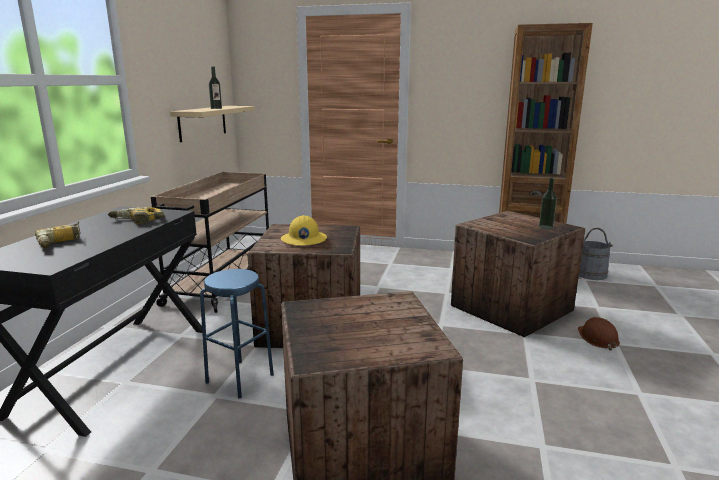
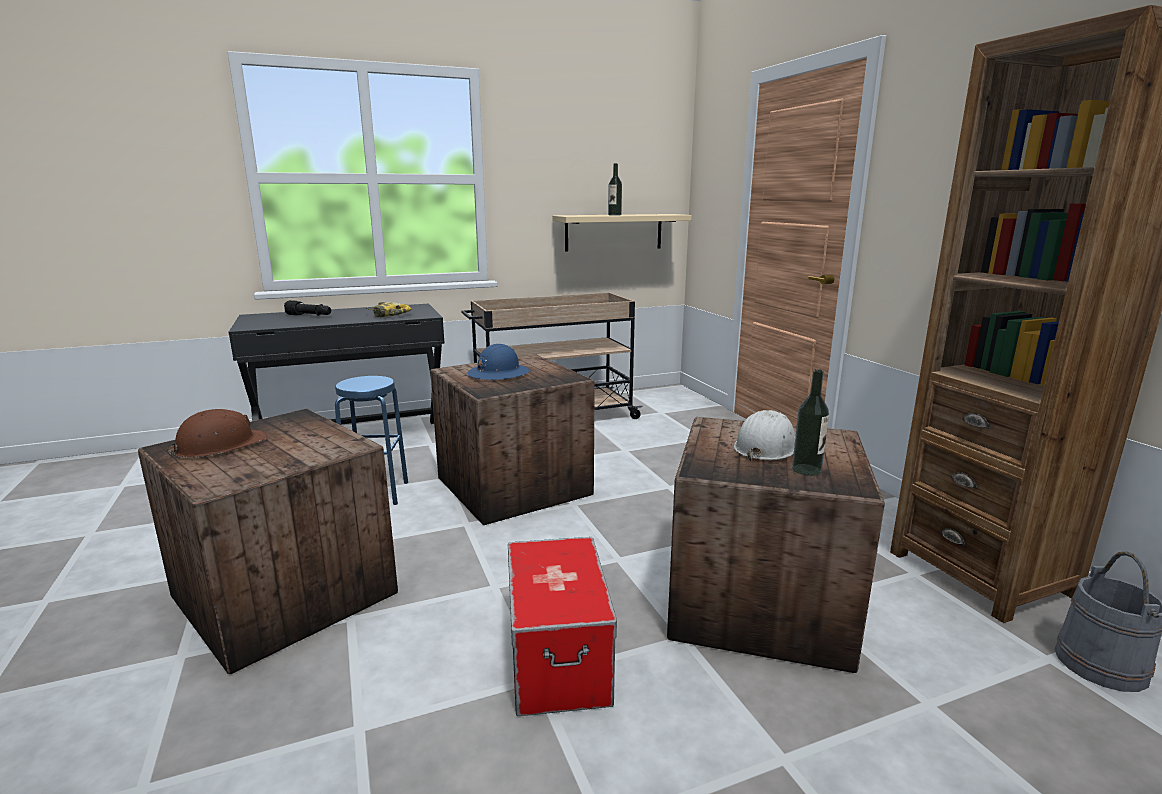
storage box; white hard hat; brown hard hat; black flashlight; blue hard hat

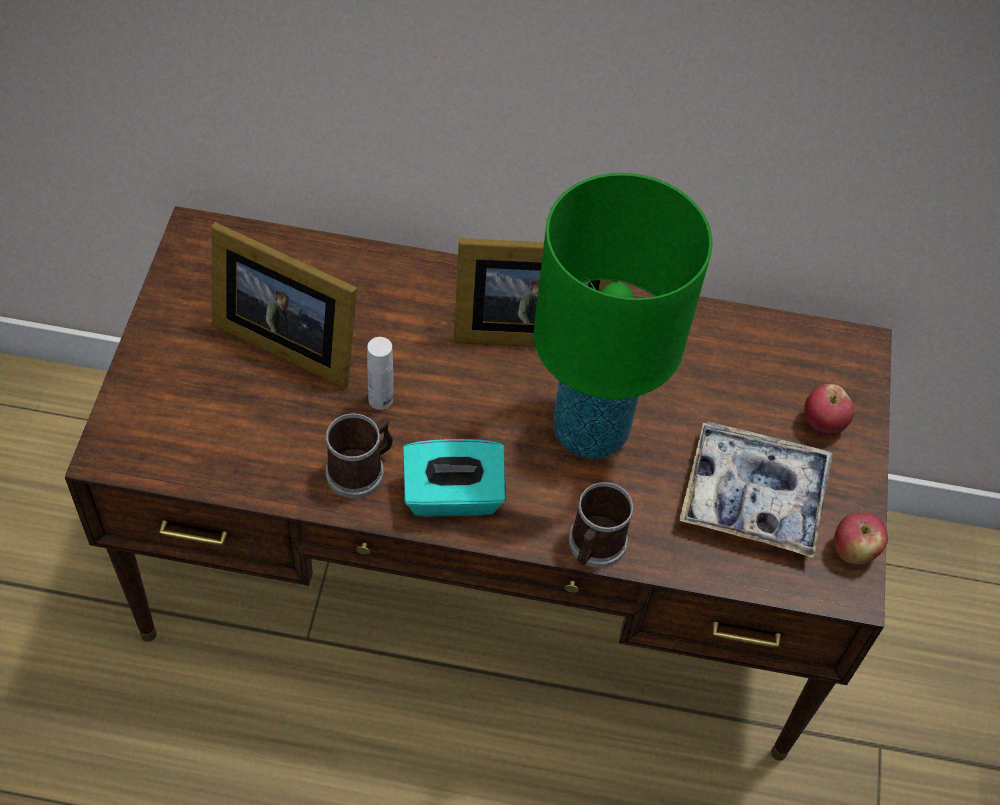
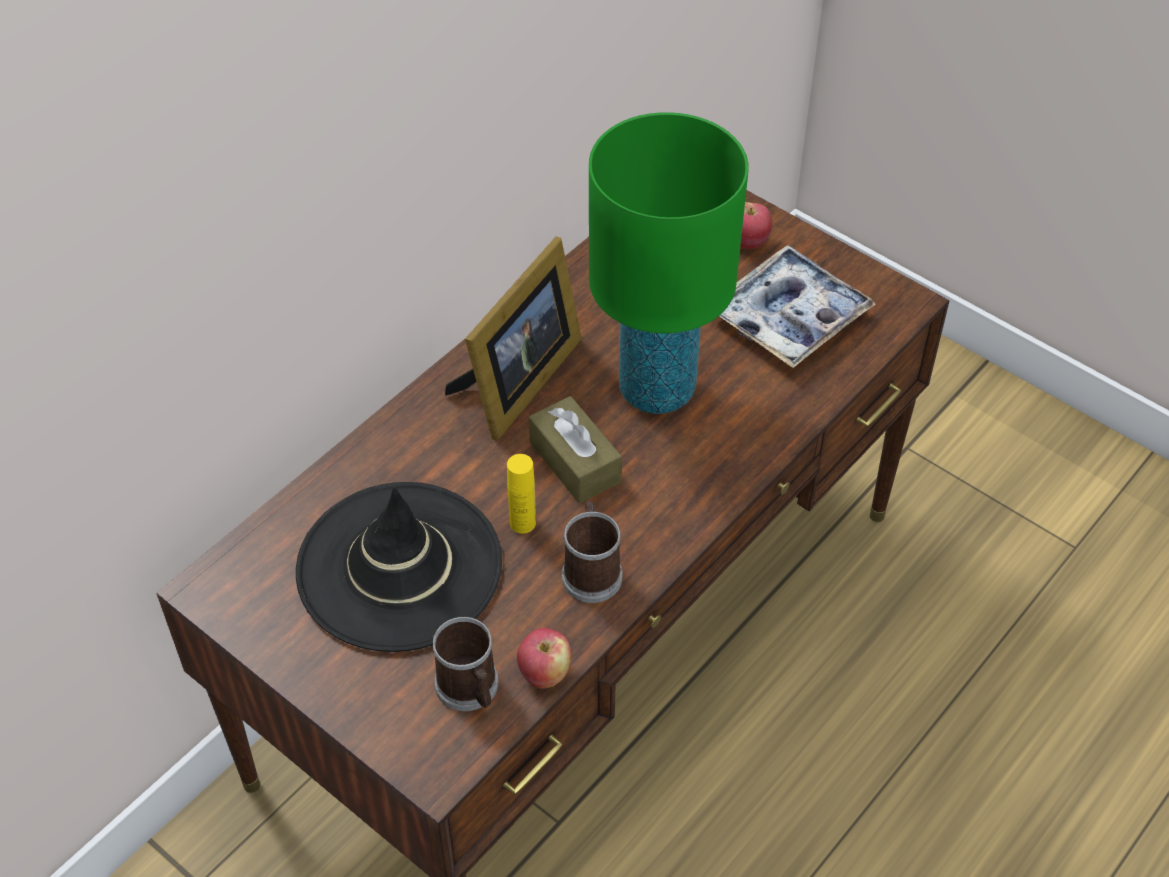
turquoise tissue box; brown tissue box; mug (no. 1 from left); apple (no. 1 from left); black hat; yellow bottle

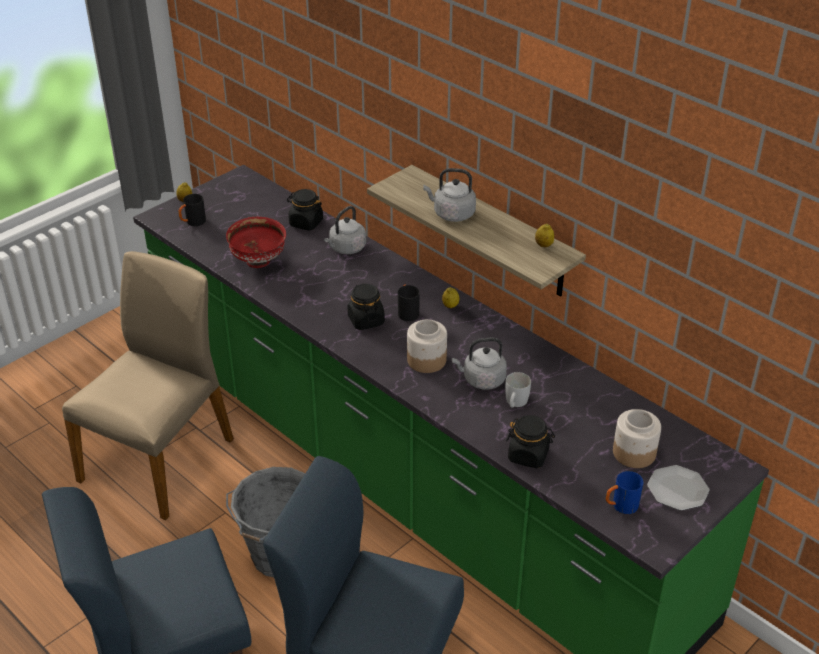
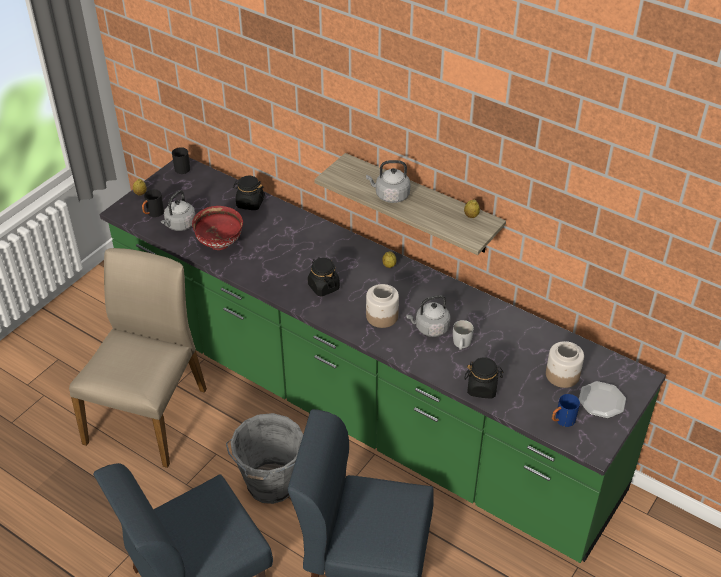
grey kettle (no. 1 from left); black mug (no. 2 from left)

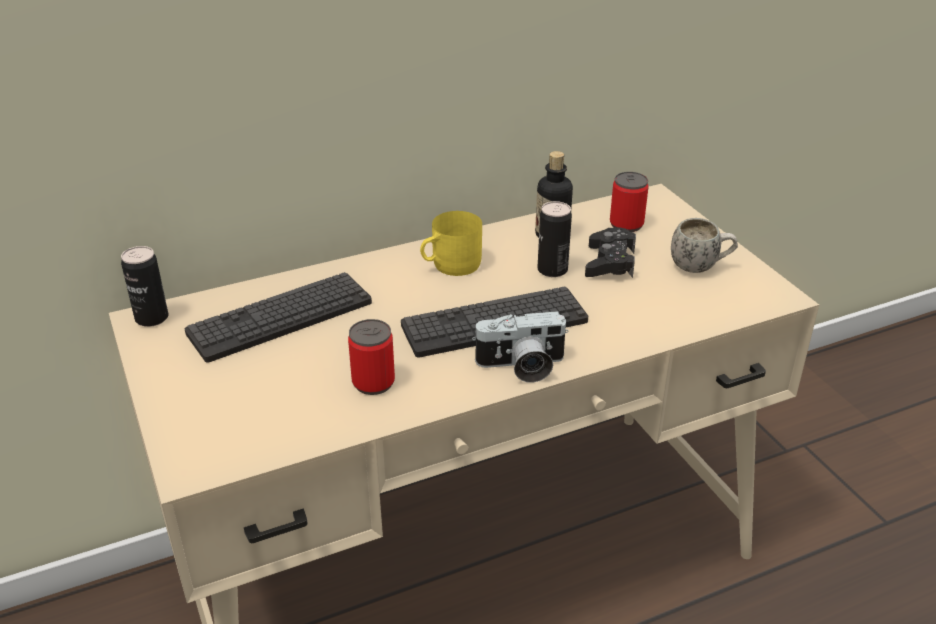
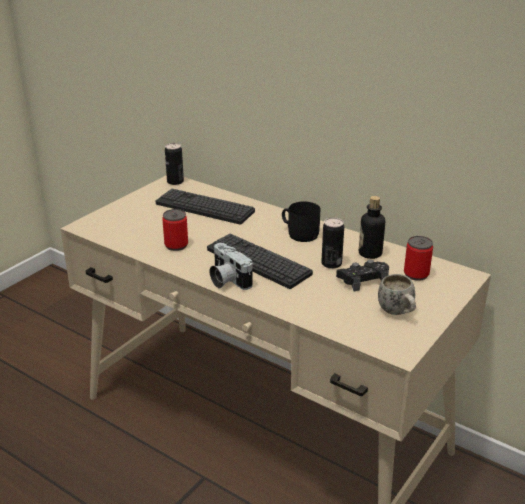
black mug

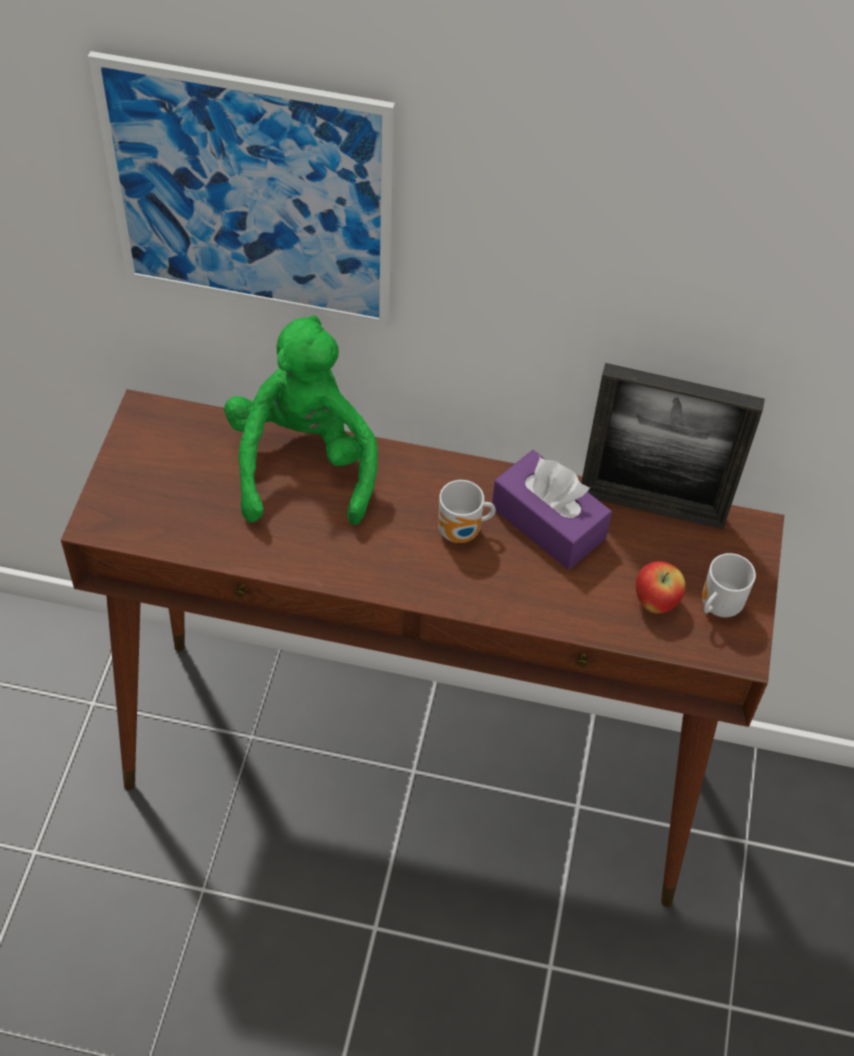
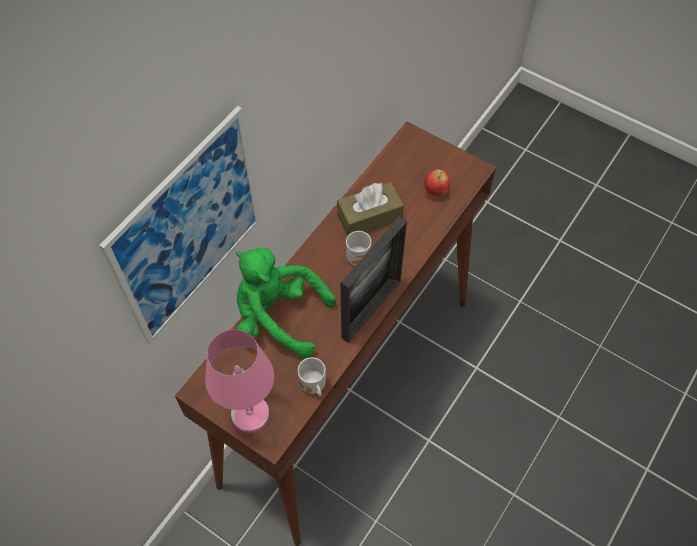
pink table lamp; picture frame; mug (no. 1 from left); brown tissue box

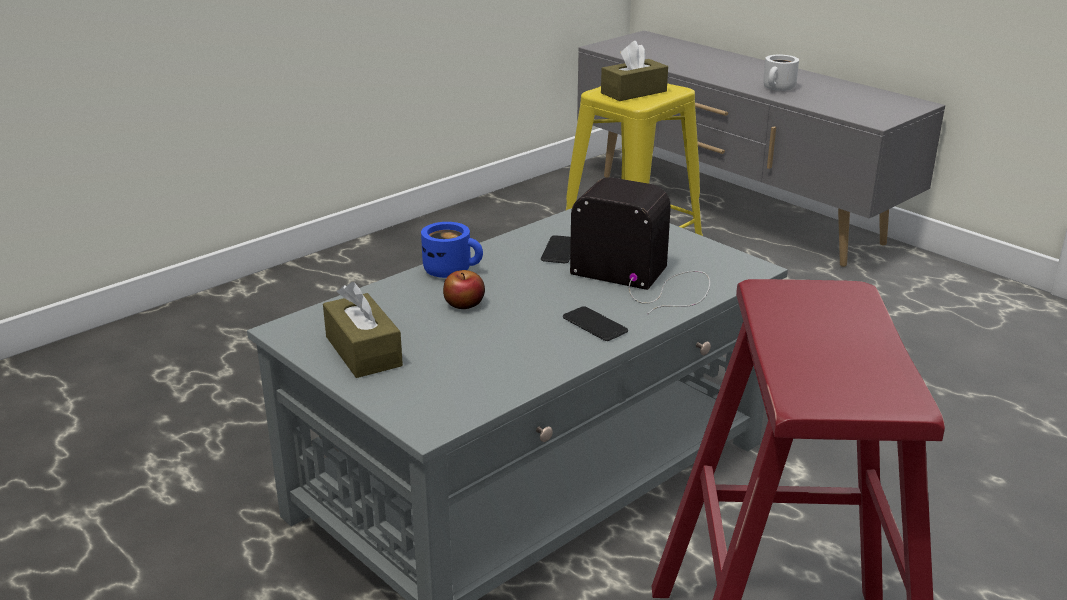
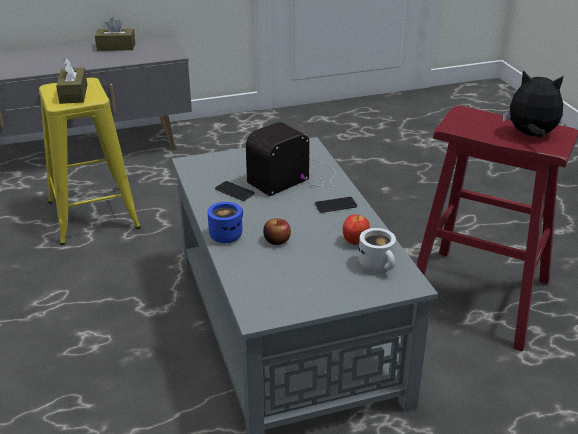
apple (no. 2 from left); plush toy; brown tissue box (no. 2 from left); white mug

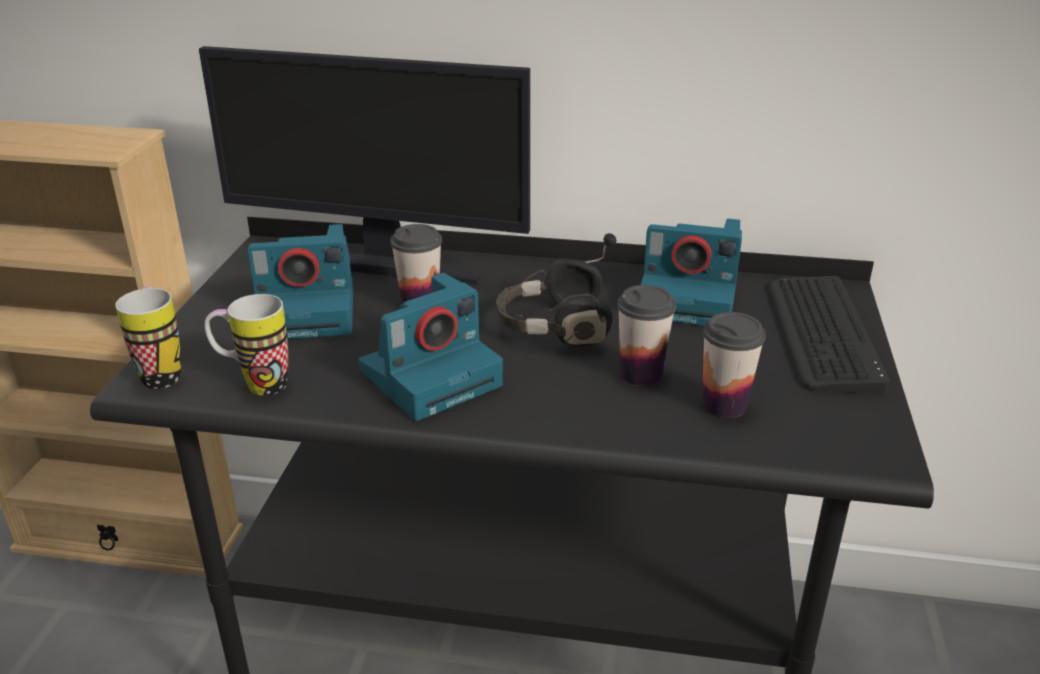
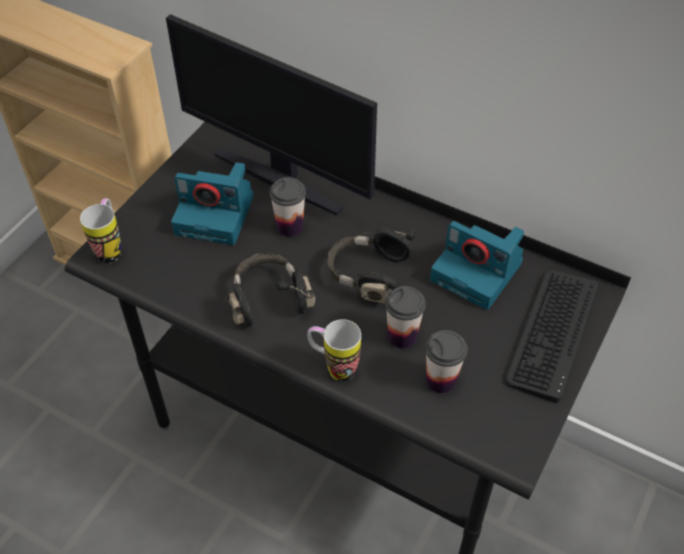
mug (no. 2 from left); black headphones (no. 1 from left)

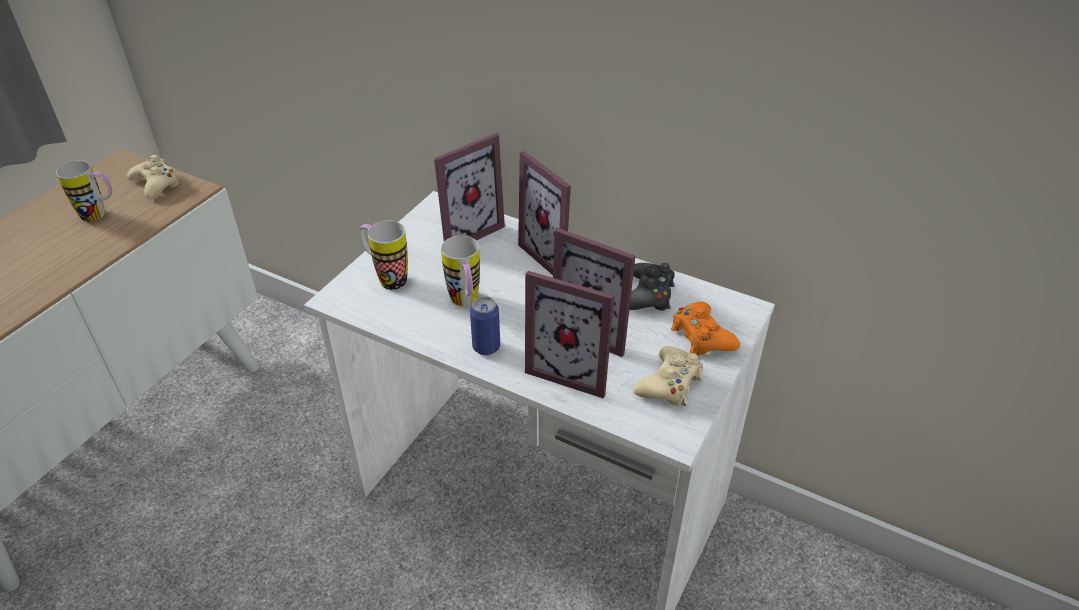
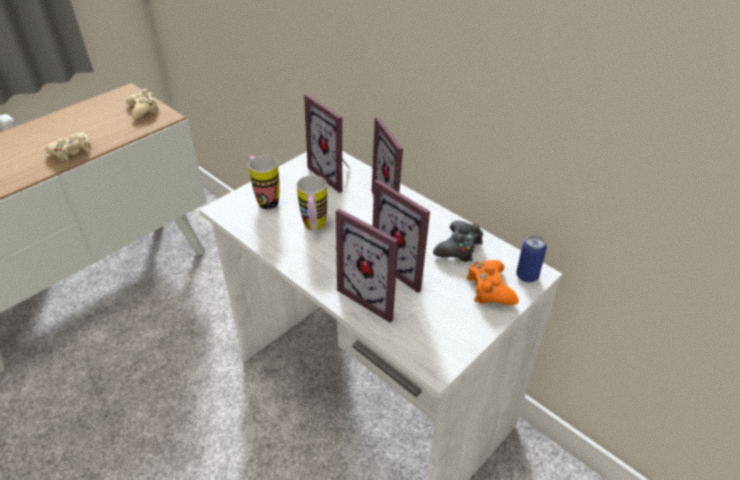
mug (no. 1 from left in the first image); can; beige game controller (no. 1 from left); picture frame (no. 1 from left)

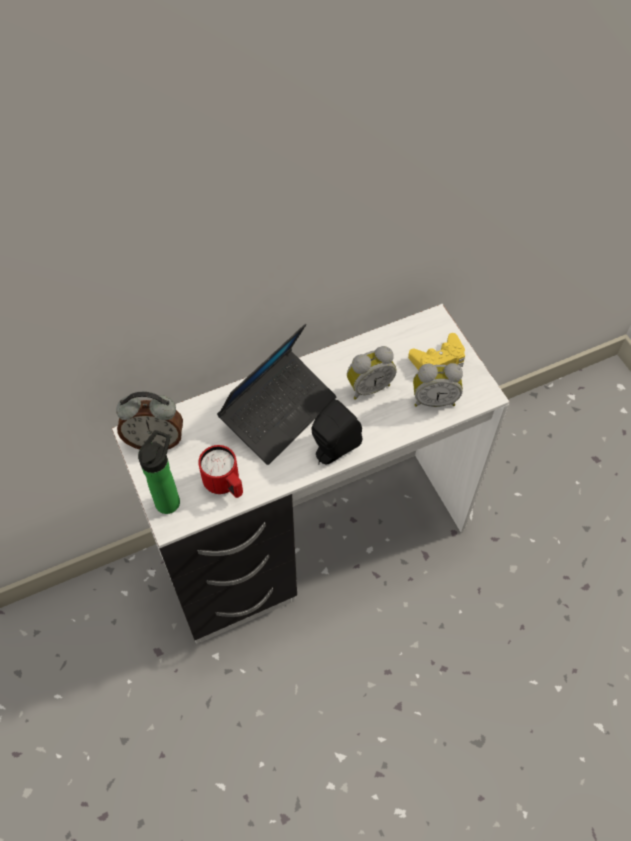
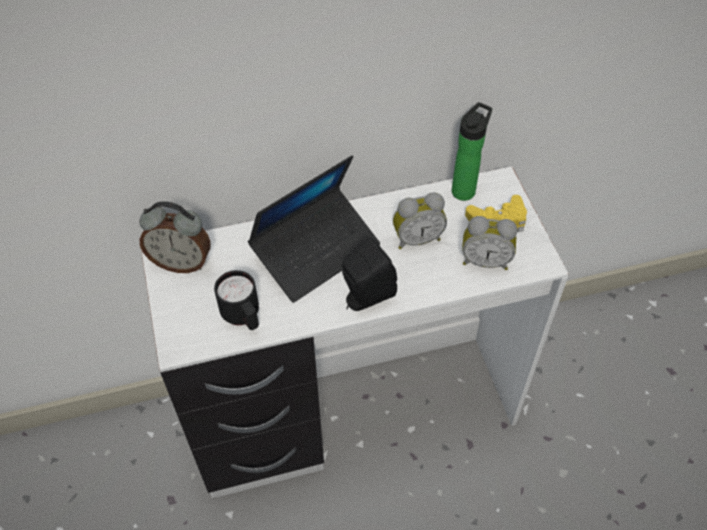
bottle; black mug

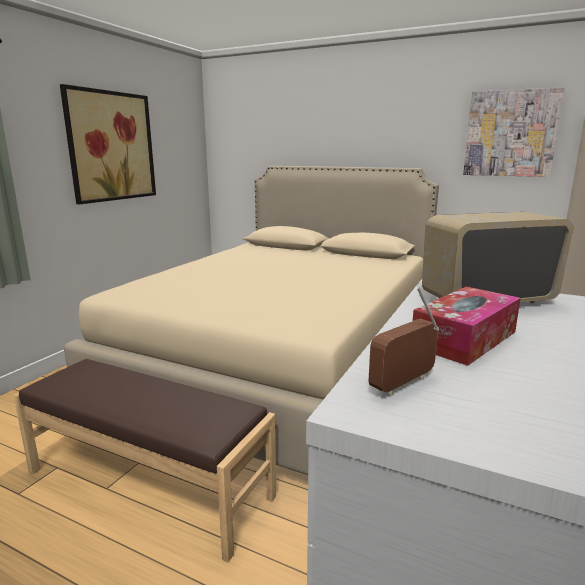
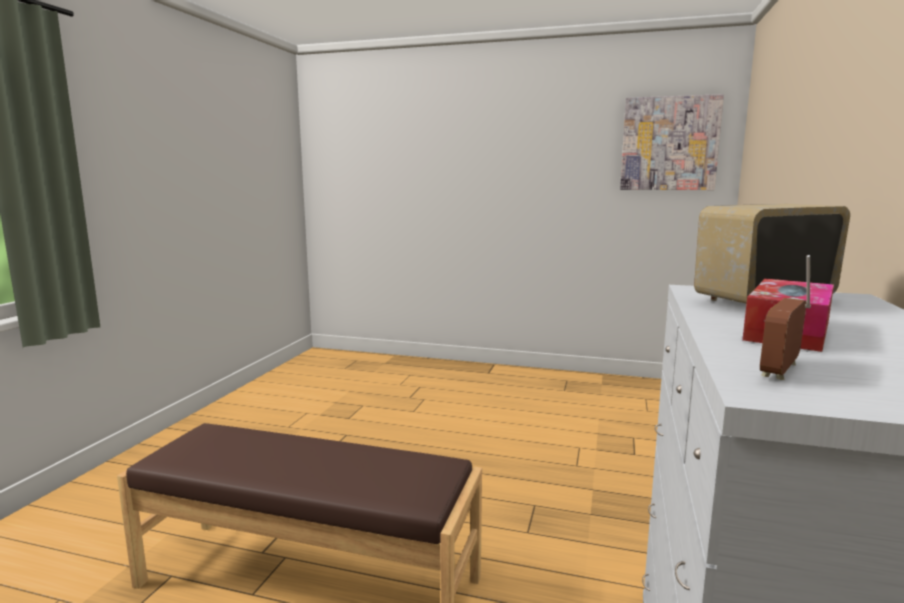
picture (no. 1 from left in the first image); beige bed

